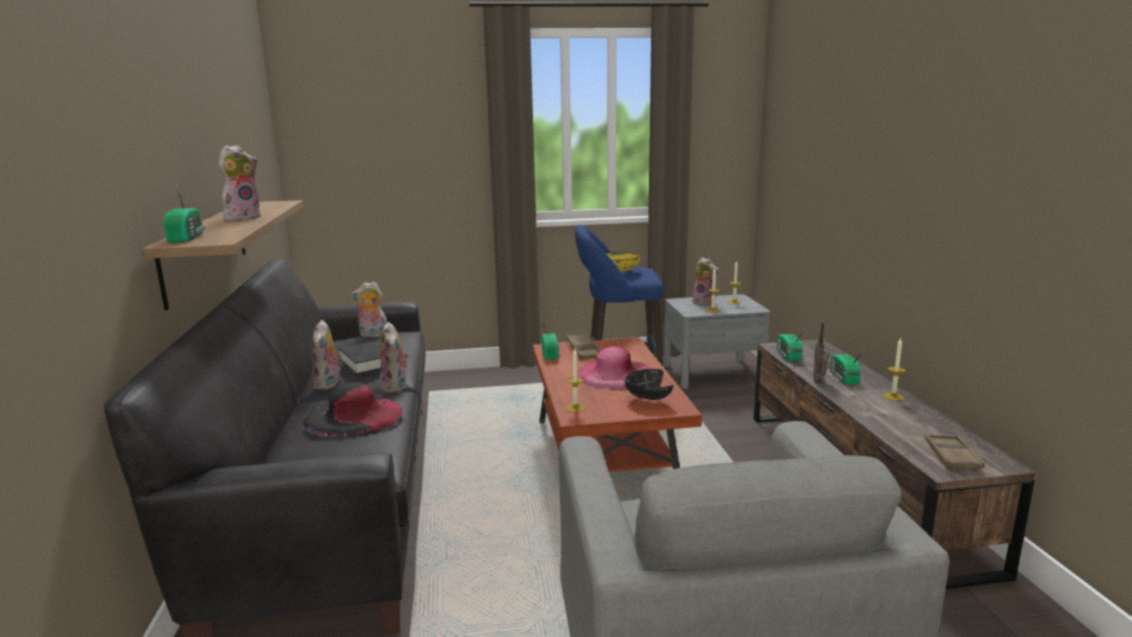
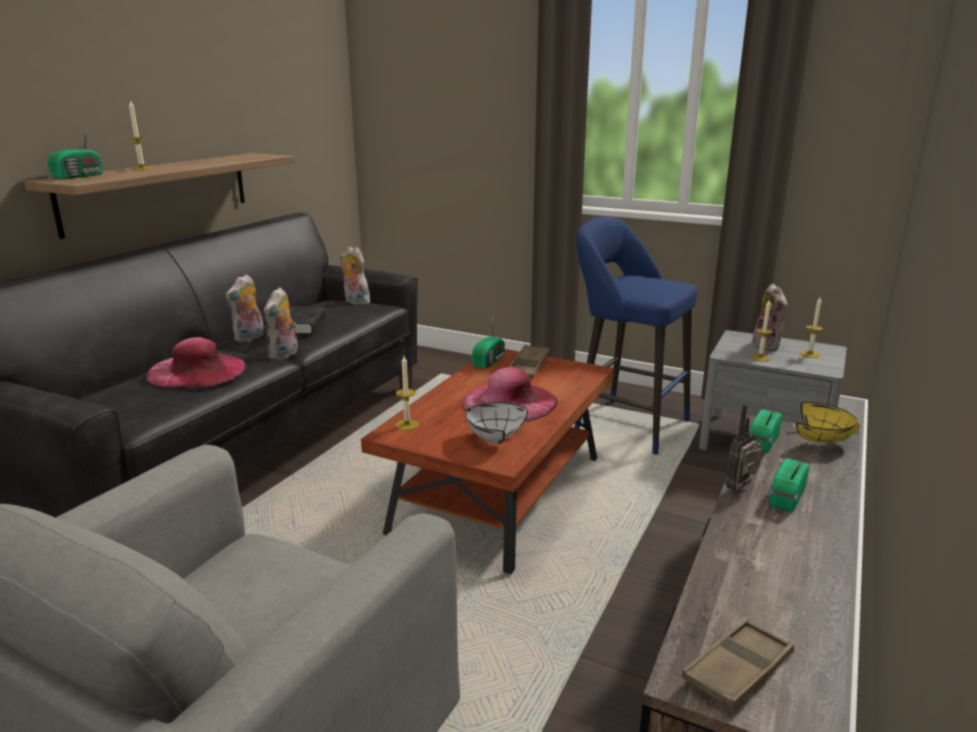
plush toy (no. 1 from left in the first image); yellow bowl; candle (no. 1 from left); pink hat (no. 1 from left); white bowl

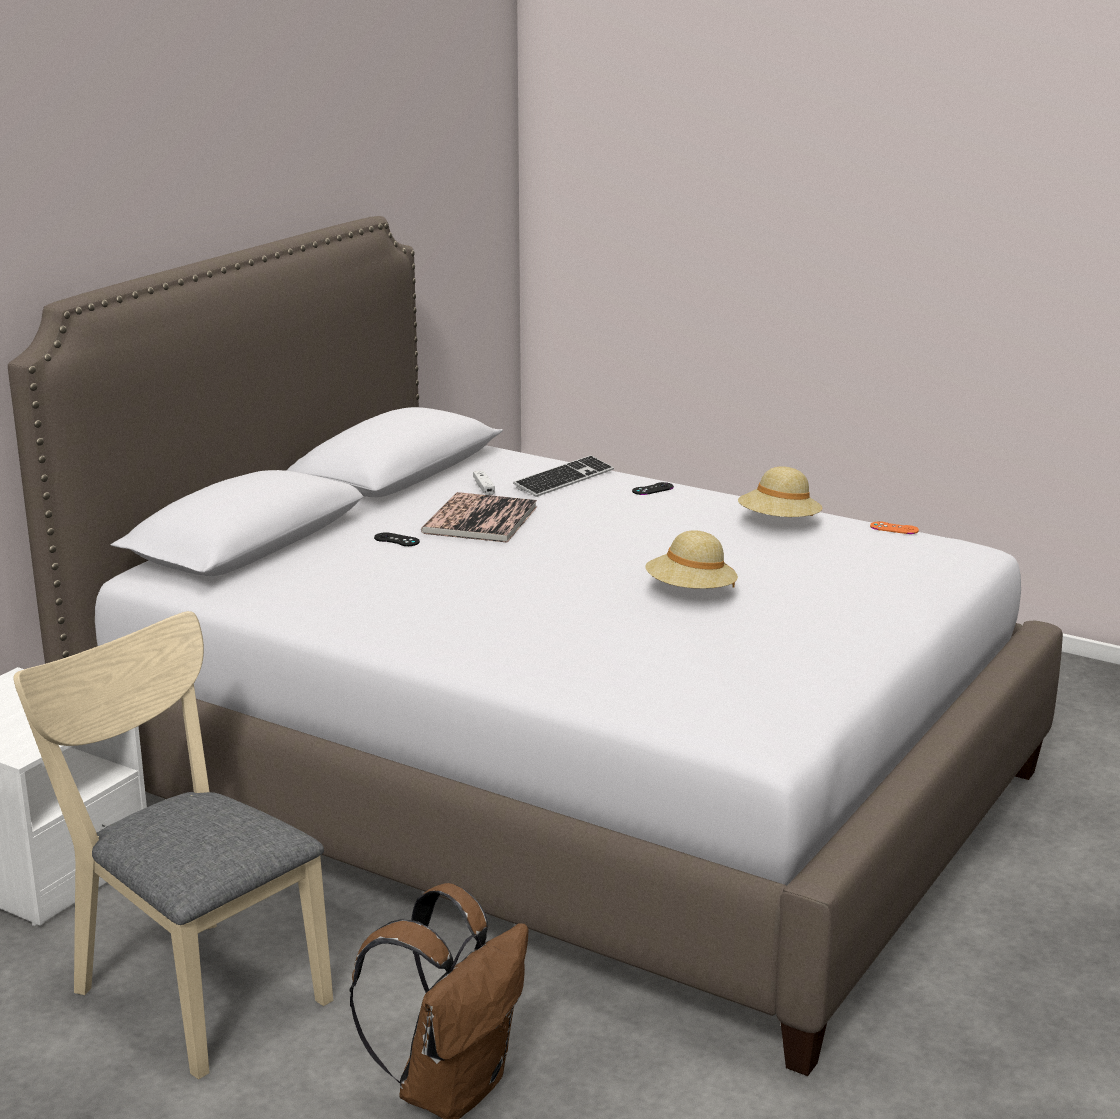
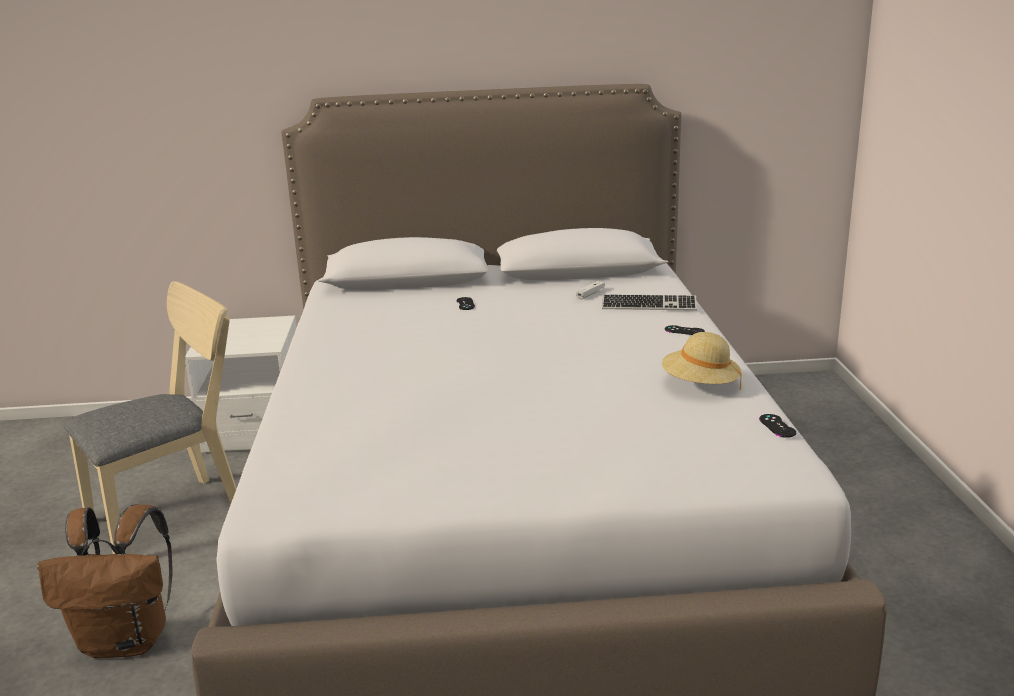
book; beige hat (no. 1 from left in the first image); black game controller (no. 3 from left); beige chair

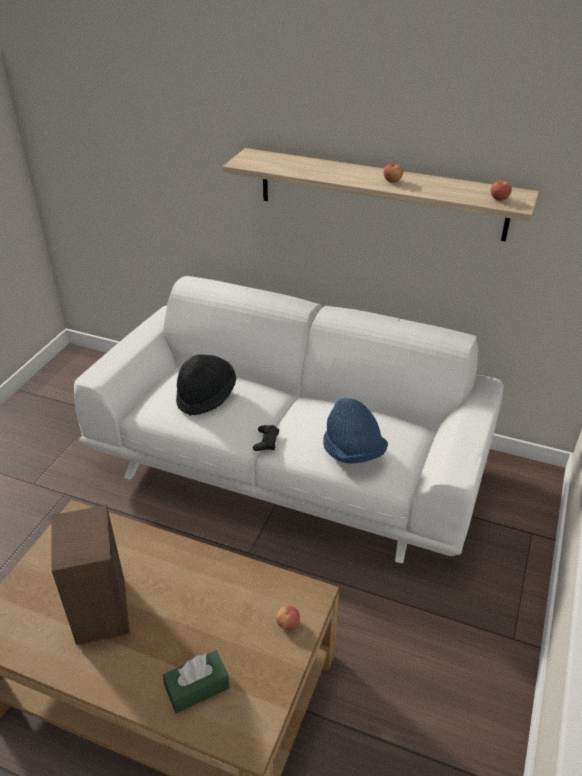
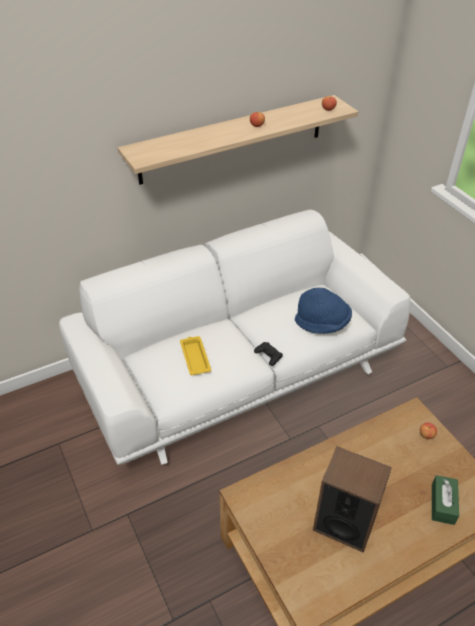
yellow tray

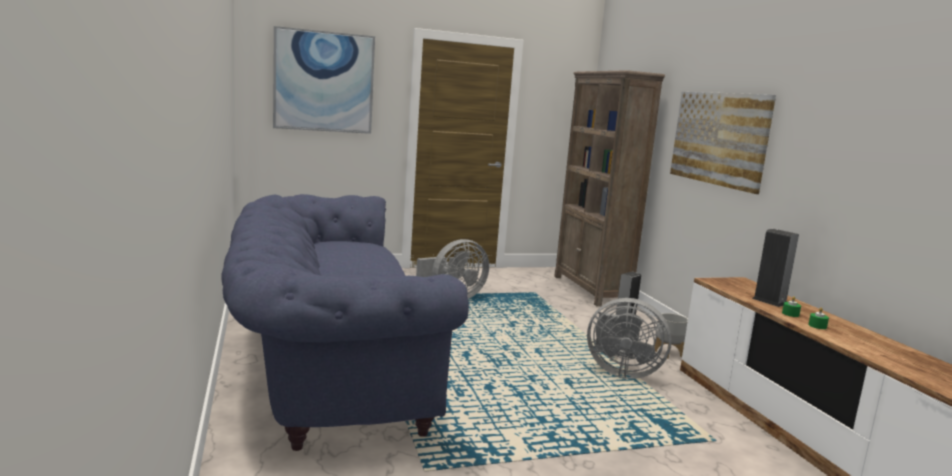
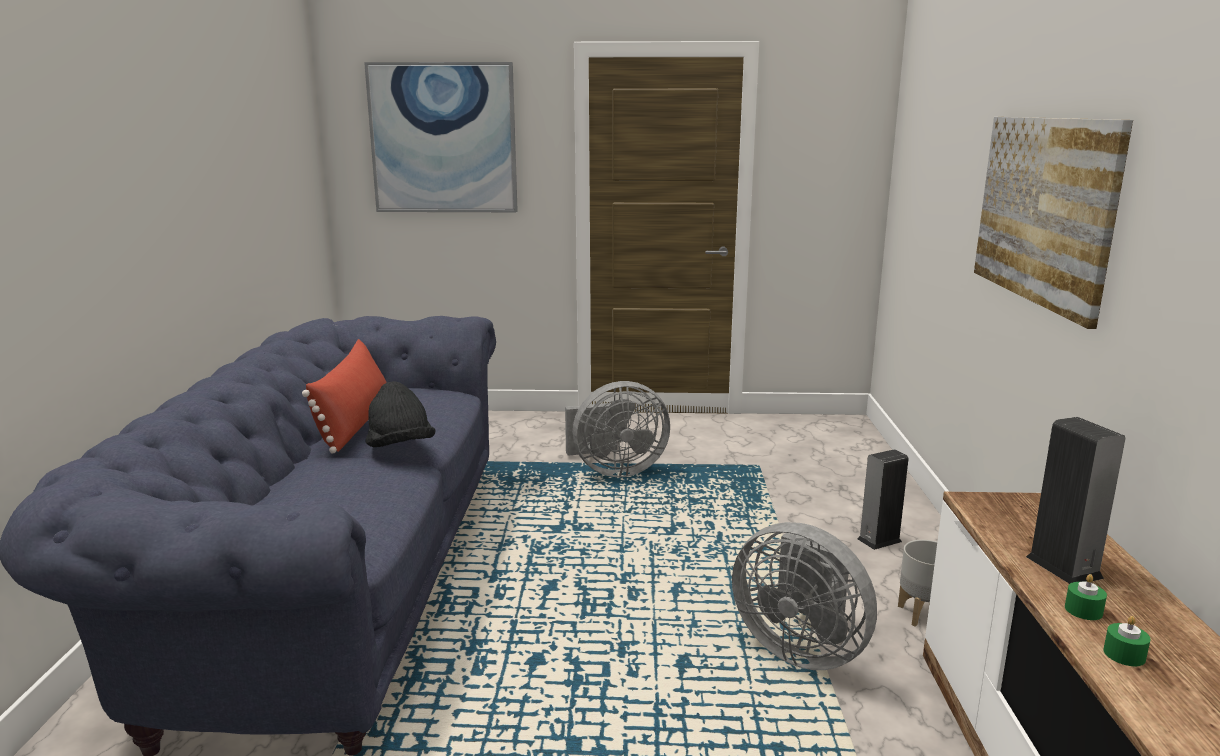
brown bookcase; red pillow; black hat

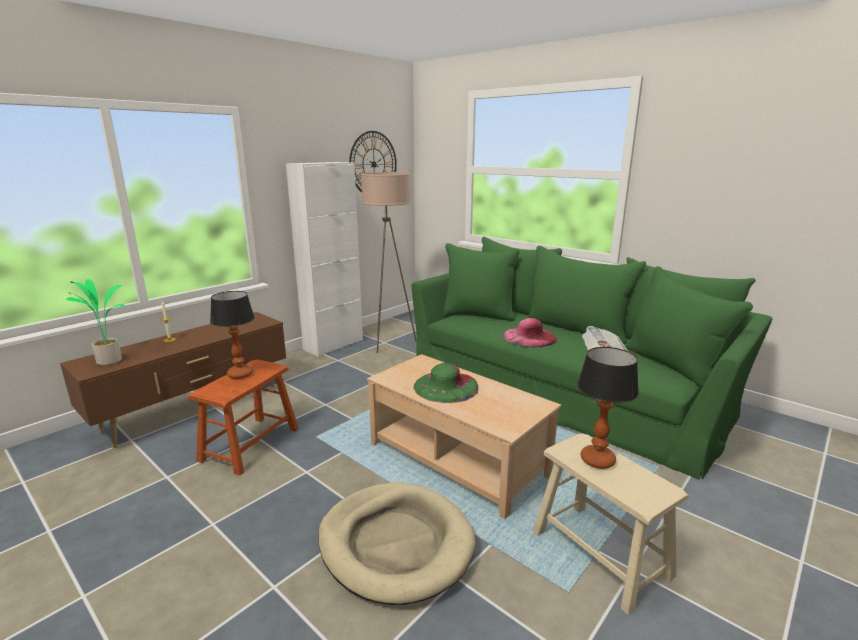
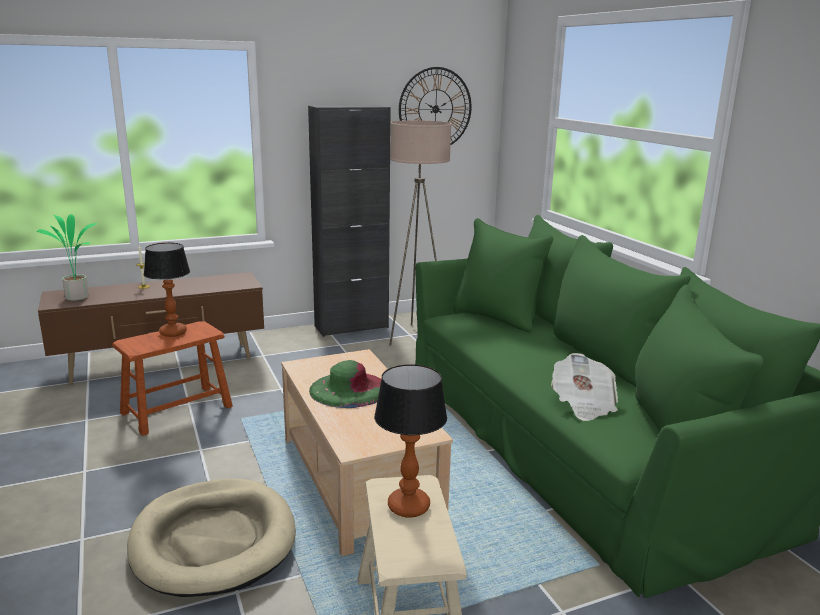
pink hat; black cabinet

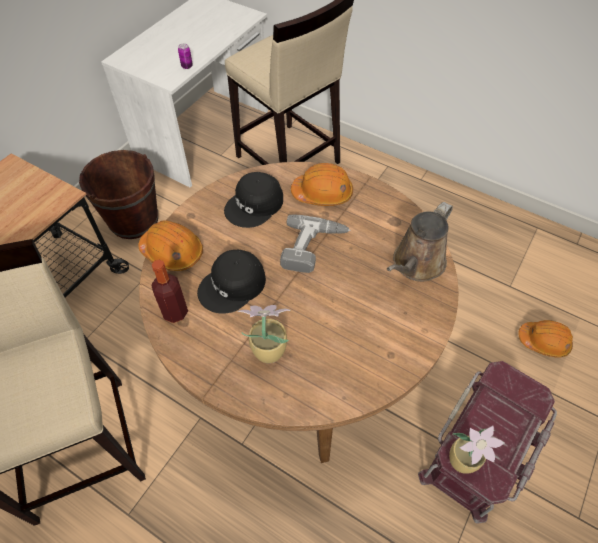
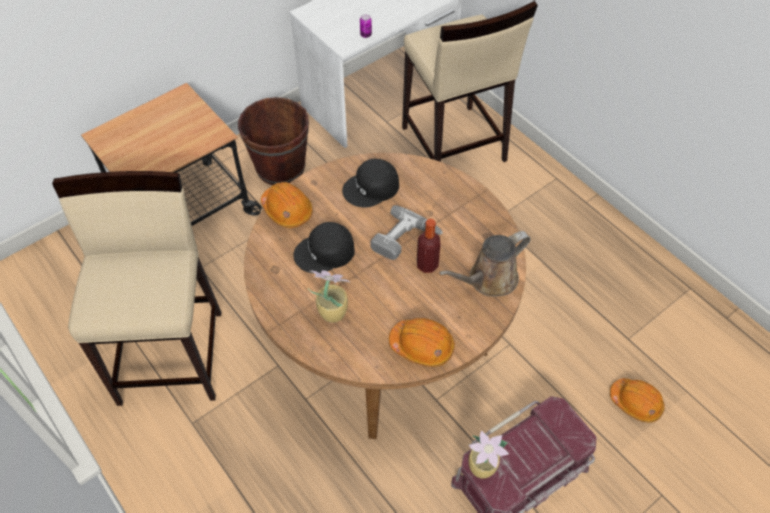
bottle; orange hard hat (no. 2 from left)

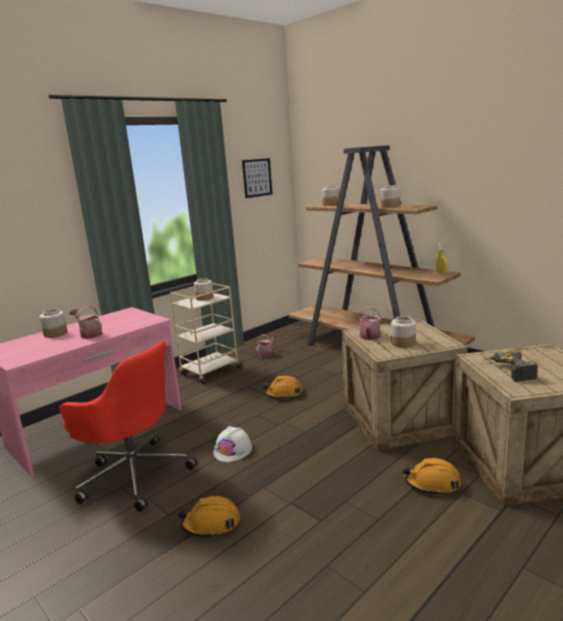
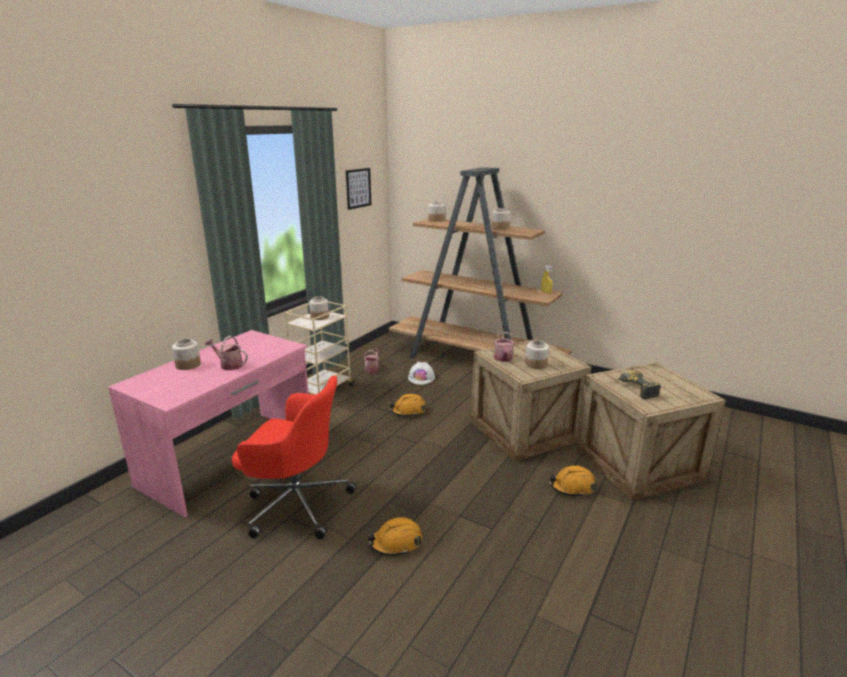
white hard hat

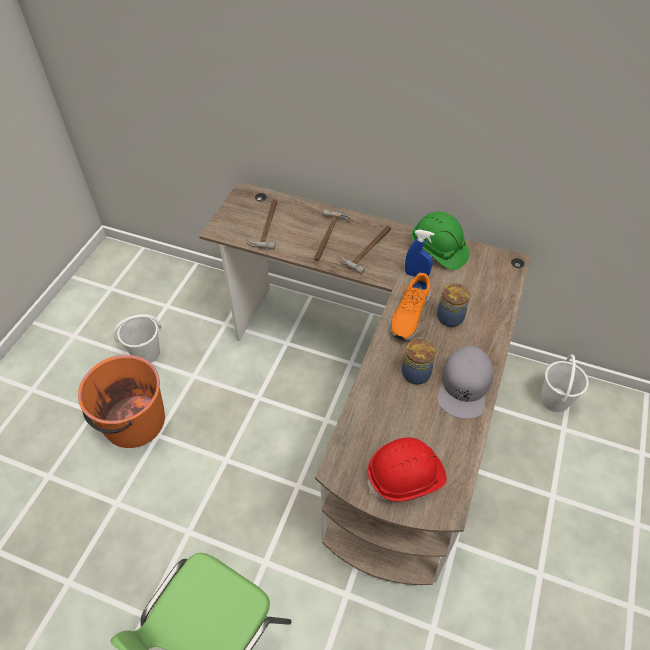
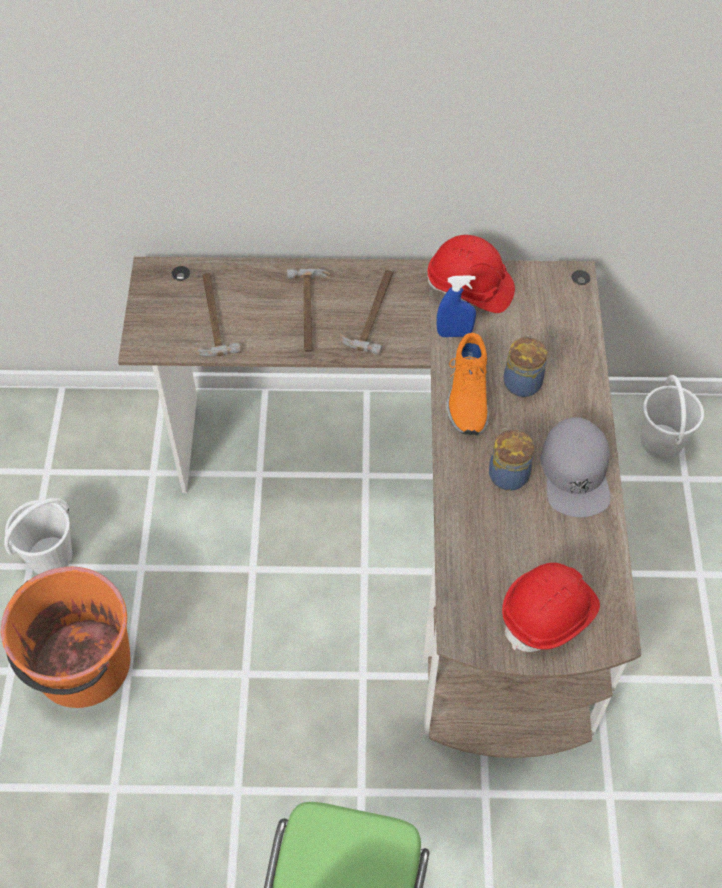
red hard hat (no. 1 from left)

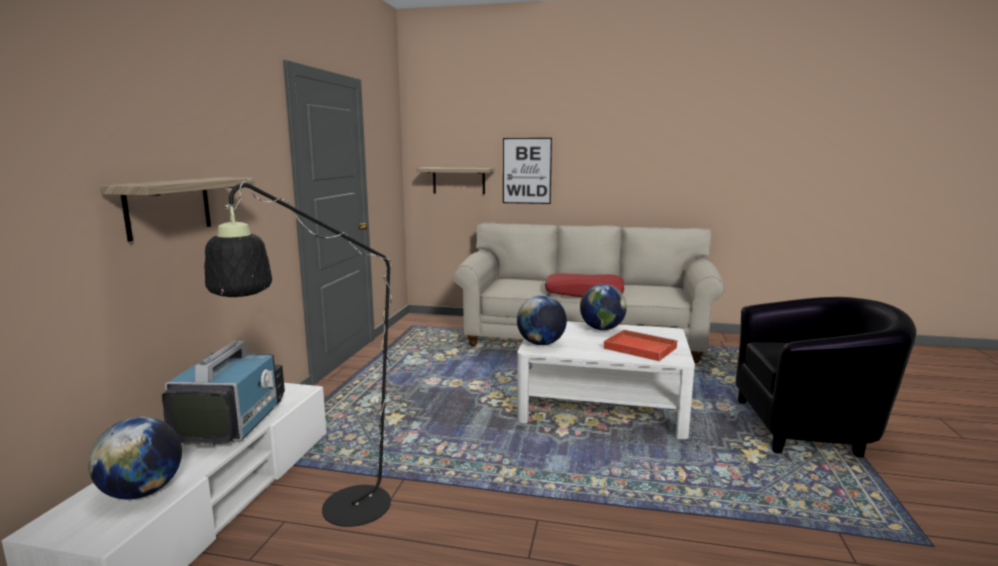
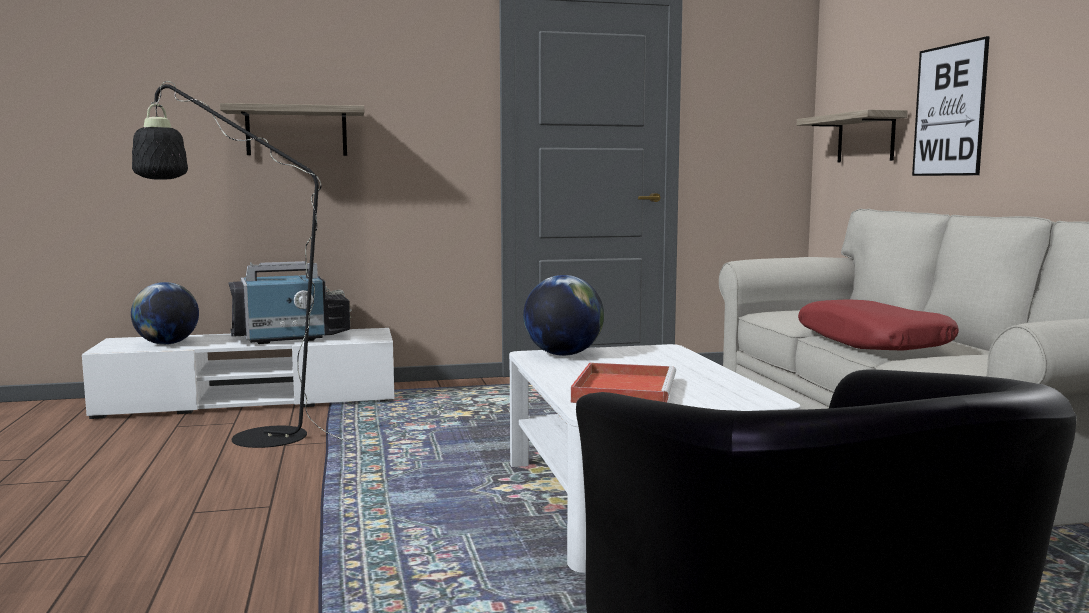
globe (no. 3 from left in the first image)

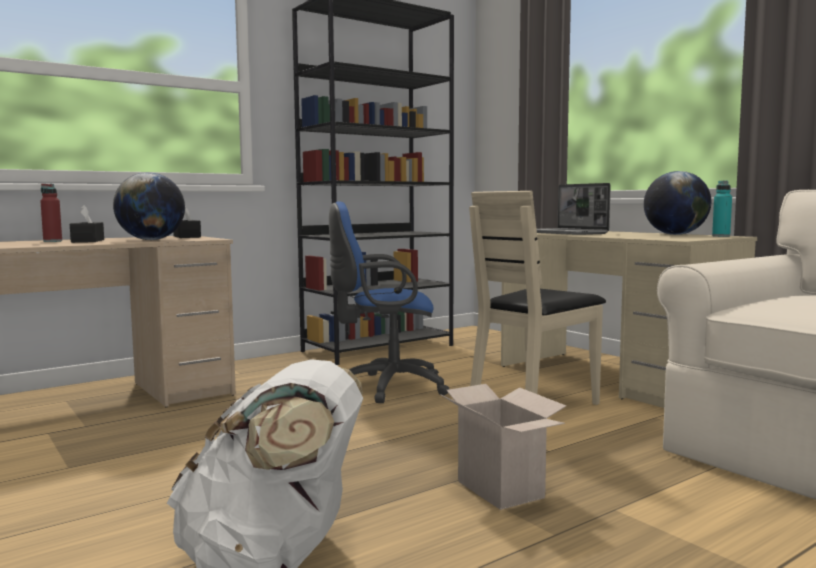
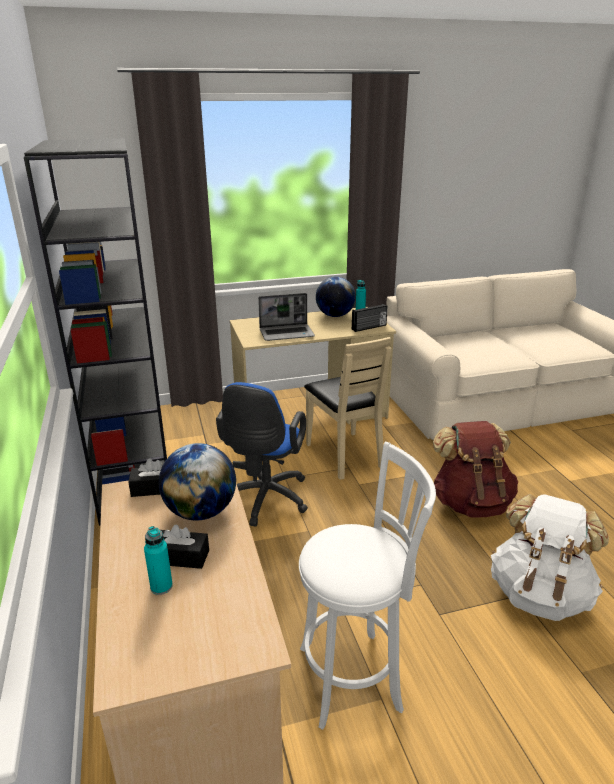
white stool; radio; brown backpack; turquoise bottle (no. 1 from left)

